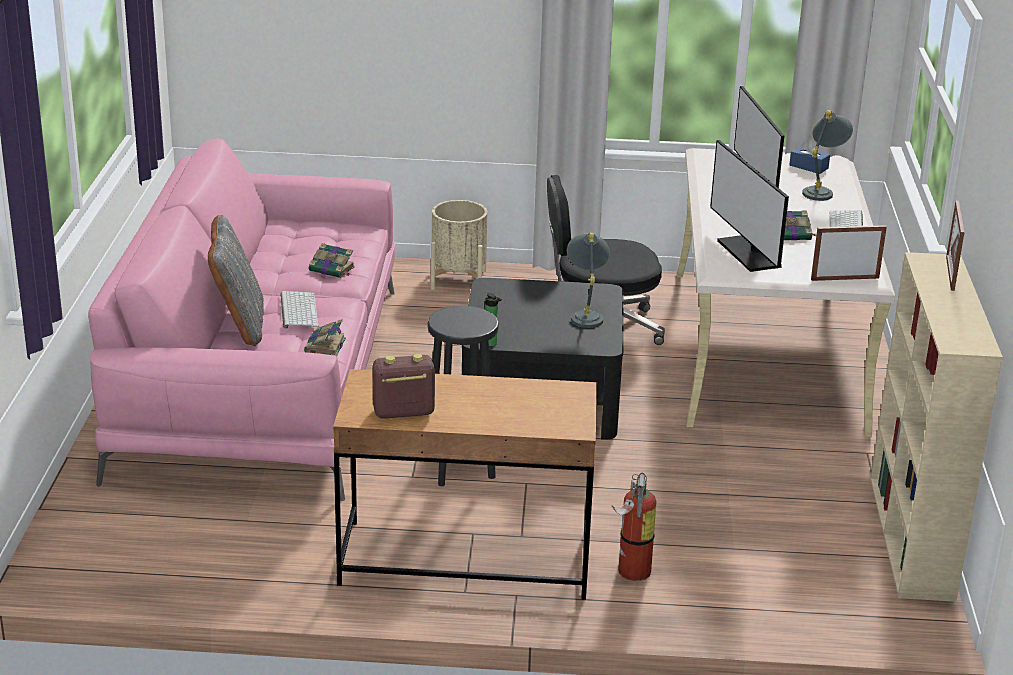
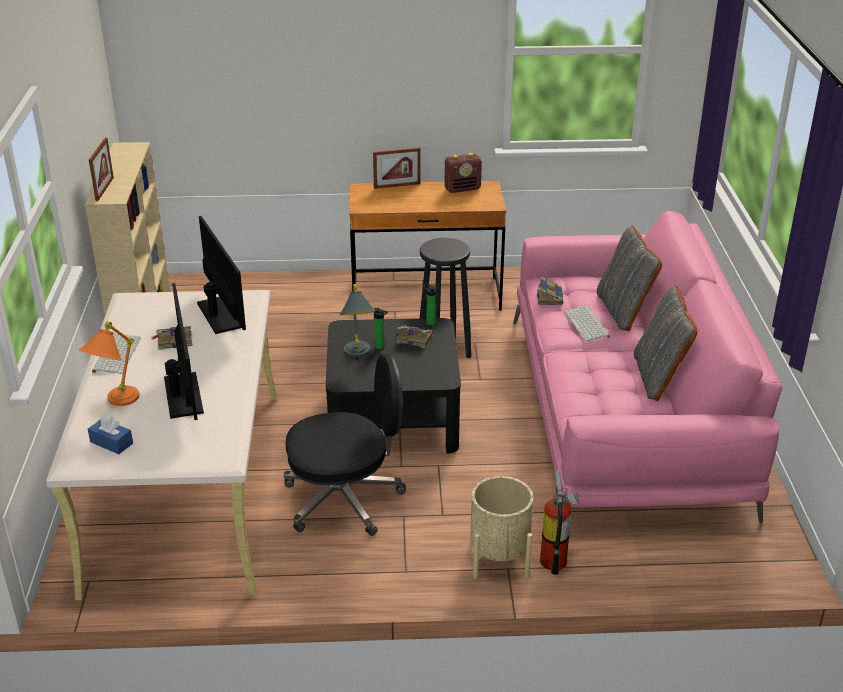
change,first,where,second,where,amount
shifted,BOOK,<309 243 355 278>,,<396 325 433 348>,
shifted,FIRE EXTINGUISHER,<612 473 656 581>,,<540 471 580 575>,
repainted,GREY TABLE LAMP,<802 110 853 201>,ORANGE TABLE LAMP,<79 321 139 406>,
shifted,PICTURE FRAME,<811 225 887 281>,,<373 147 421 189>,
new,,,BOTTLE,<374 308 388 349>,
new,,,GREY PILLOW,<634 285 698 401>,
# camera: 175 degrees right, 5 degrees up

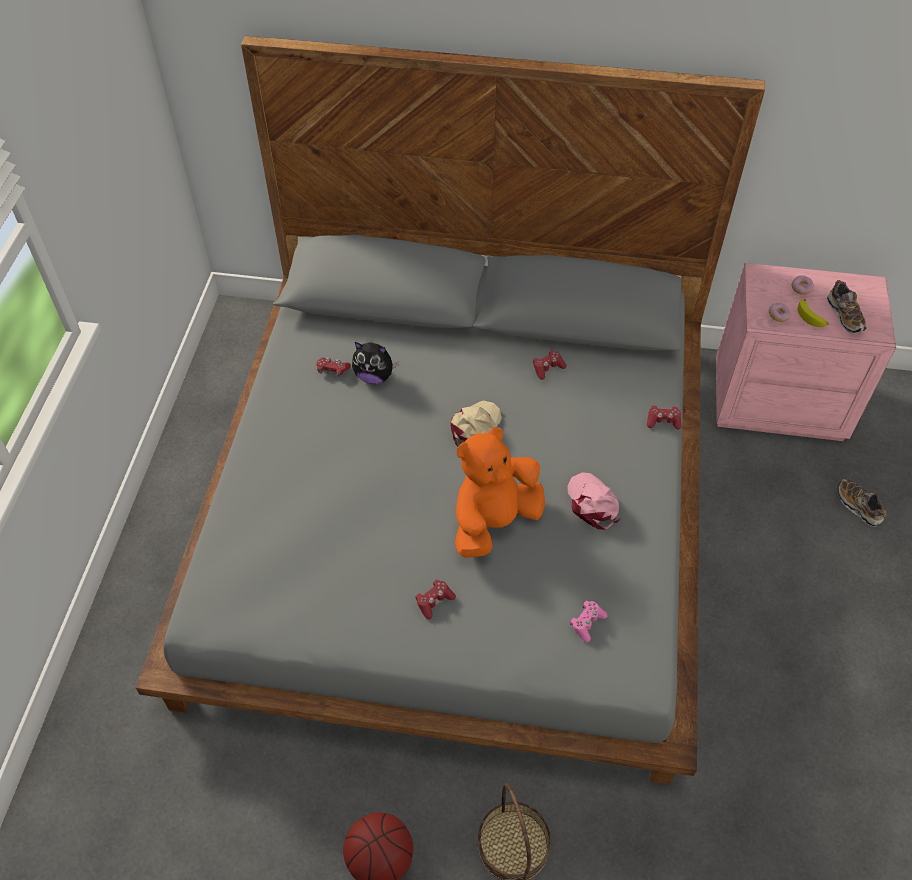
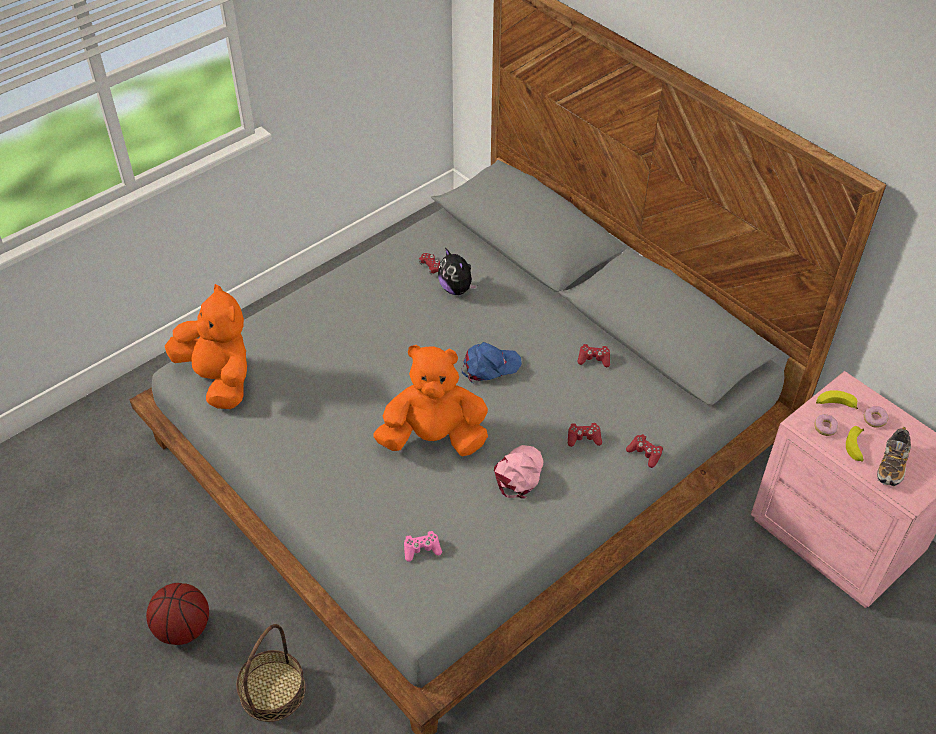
change,first,where,second,where,amount
shifted,RED GAME CONTROLLER,<416 580 456 619>,,<568 423 602 447>,
repainted,BEIGE CAP,<451 400 501 447>,BLUE CAP,<462 342 522 383>,
gone,SHOE,<837 479 887 527>,,,
new,,,ORANGE PLUSH TOY,<165 284 247 409>,
new,,,BANANA,<816 390 858 409>,
# camera: 40 degrees right, 5 degrees down

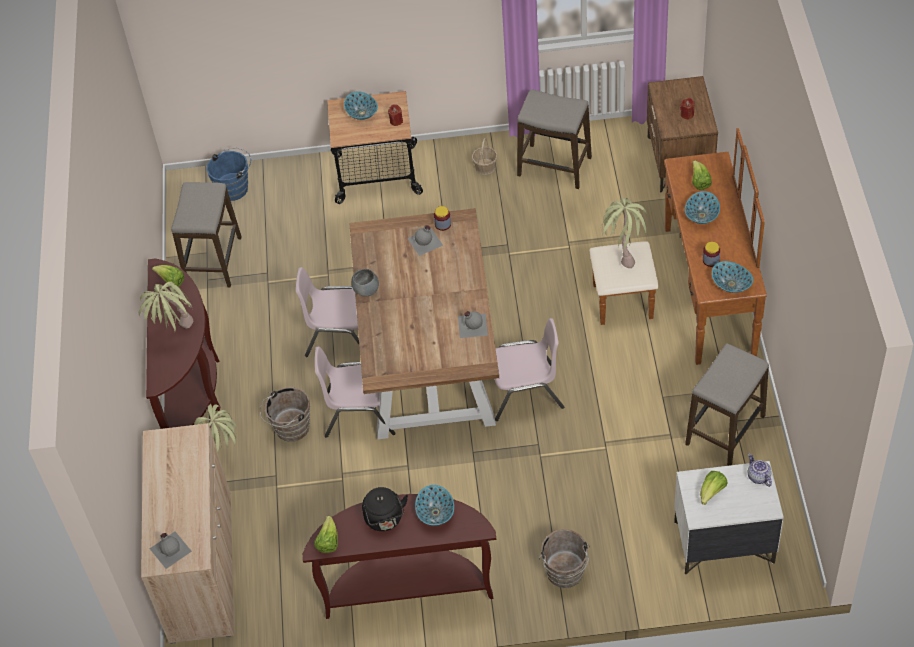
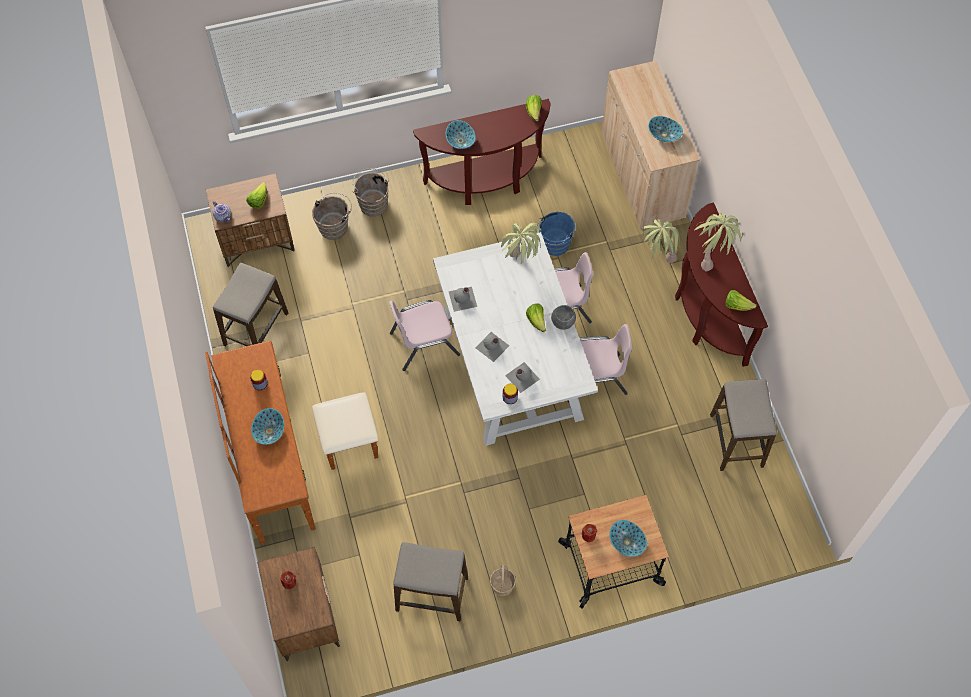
change,first,where,second,where,amount
shifted,GREY BOTTLE,<149 532 192 569>,,<475 332 509 362>,
shifted,BLUE BUCKET,<206 148 251 201>,,<536 212 575 256>,
shifted,BROWN BUCKET,<260 387 311 442>,,<312 193 352 240>,
repainted,BROWN DINING TABLE,<349 208 499 439>,WHITE DINING TABLE,<433 232 598 446>,
gone,BLACK KETTLE,<362 487 408 531>,,,
shifted,POTTED PLANT,<602 198 647 268>,,<500 223 542 264>,
repainted,WHITE NIGHTSTAND,<674 461 784 574>,BROWN NIGHTSTAND,<206 173 295 267>,
shifted,LETTUCE,<692 160 712 190>,,<526 304 546 332>,
shifted,BOWL,<712 261 753 293>,,<648 116 683 142>,
# camera: 165 degrees right, 10 degrees up

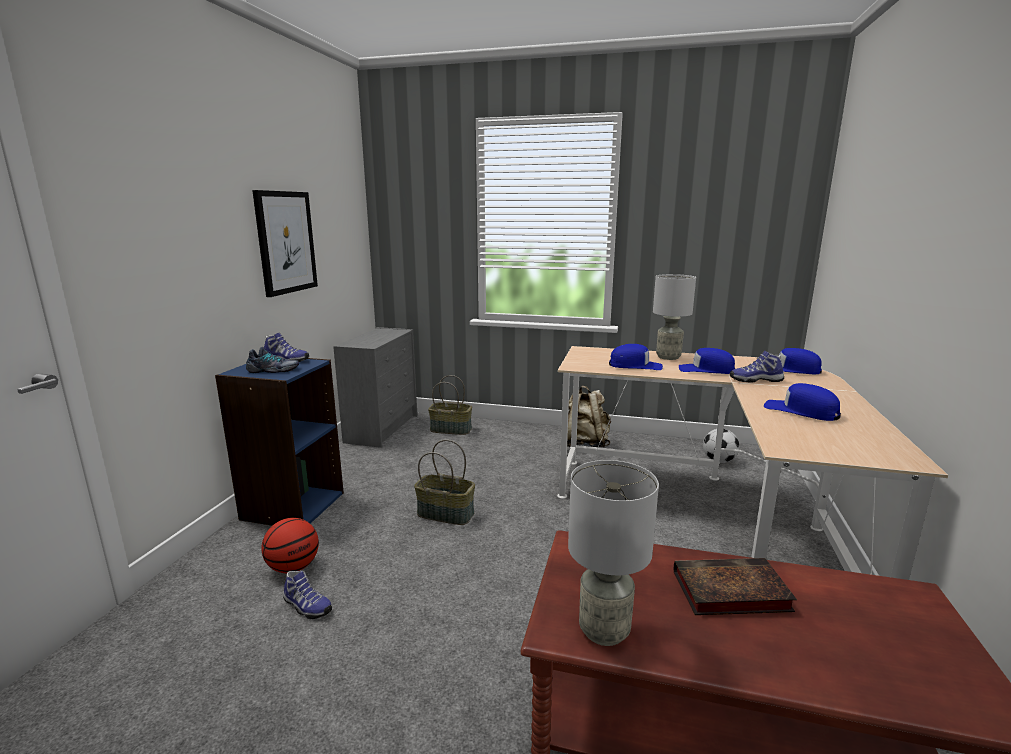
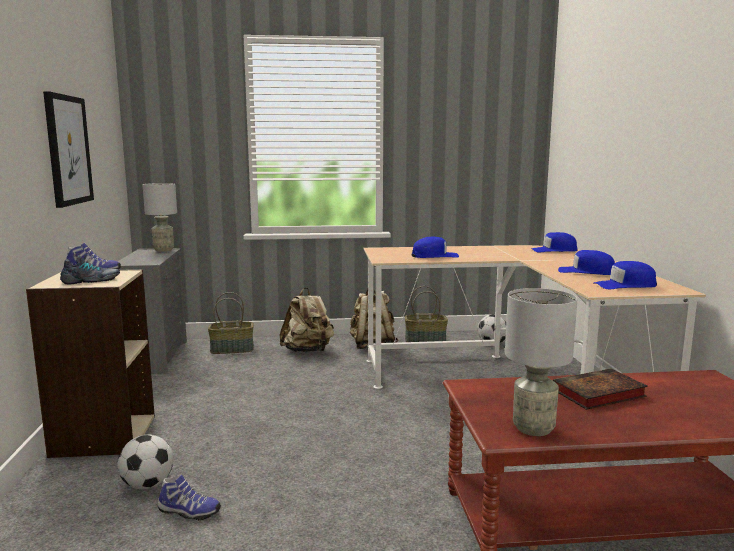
change,first,where,second,where,amount
repainted,BLUE BOOKCASE,<215 358 344 526>,BEIGE BOOKCASE,<26 269 155 458>,
swapped,BASKETBALL,<261 518 319 573>,FOOTBALL,<117 435 173 489>,
shifted,BASKET,<414 440 475 525>,,<405 286 448 342>,
shifted,GREY TABLE LAMP,<653 274 696 360>,,<142 183 177 251>,
shifted,BLUE CAP,<679 348 735 374>,,<594 261 657 289>,
gone,SHOE,<730 351 784 383>,,,
new,,,BEIGE BACKPACK,<279 287 334 352>,
# camera: 20 degrees left, 5 degrees down

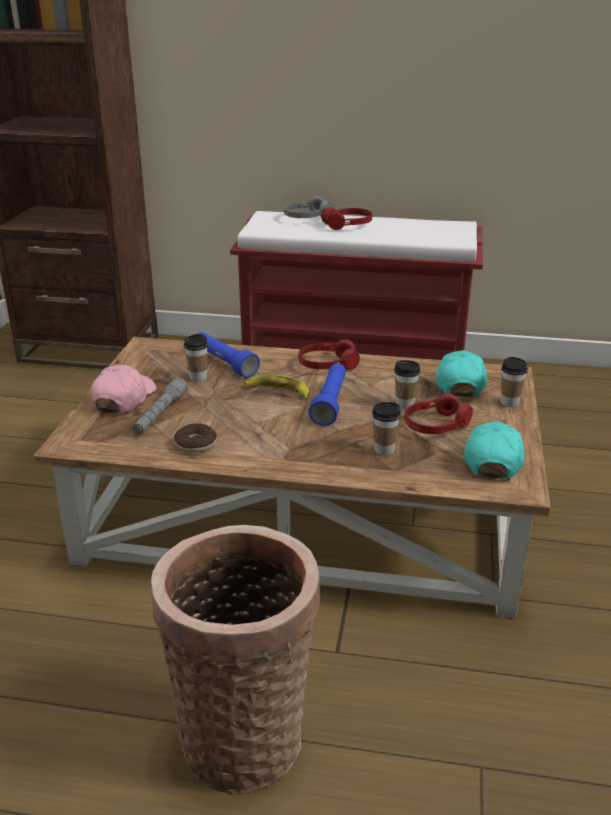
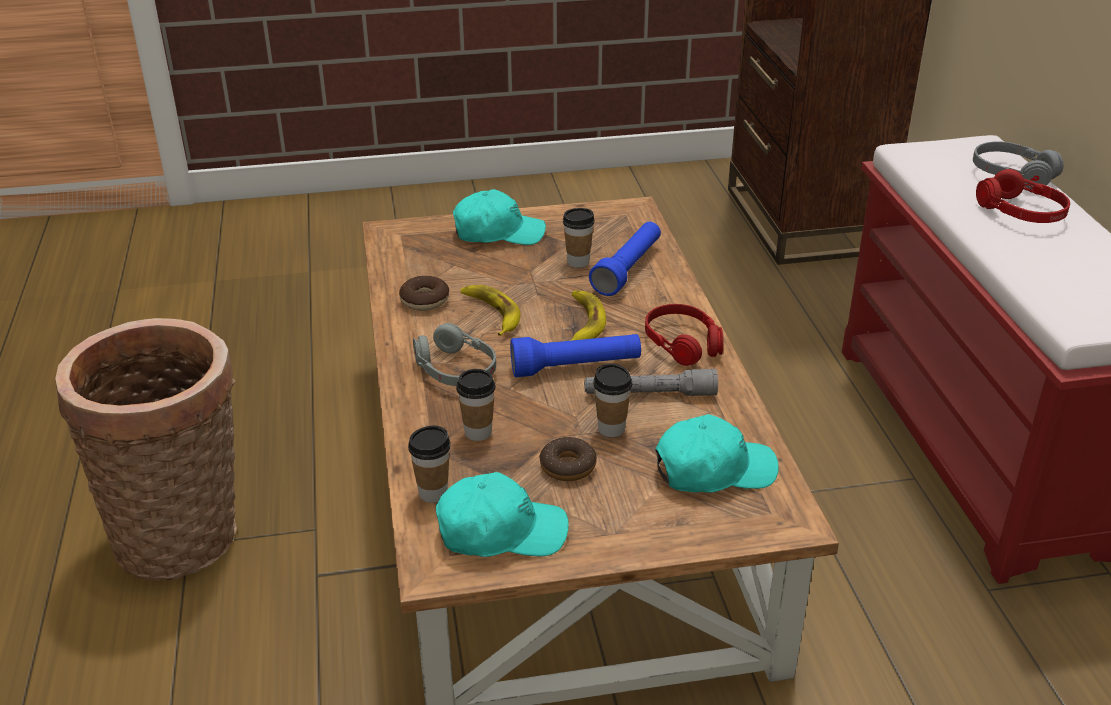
change,first,where,second,where,amount
repainted,PINK CAP,<91 365 156 413>,TURQUOISE CAP,<453 189 546 245>,
shifted,GREY FLASHLIGHT,<132 378 188 434>,,<584 369 718 396>,
swapped,RED HEADPHONES,<405 393 473 434>,DONUT,<539 437 597 481>,
shifted,CUP,<501 357 528 407>,,<408 425 450 503>,
new,,,GREY HEADPHONES,<413 323 496 386>,
new,,,BANANA,<461 285 520 336>,
# camera: 70 degrees right, 5 degrees up

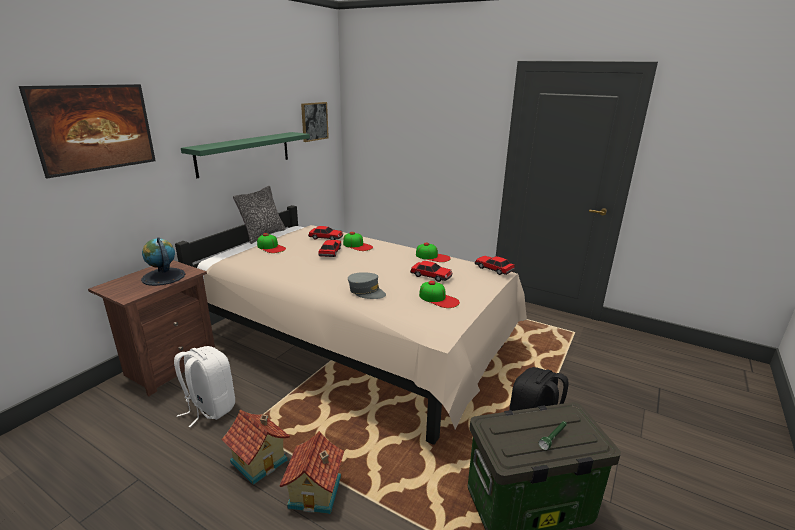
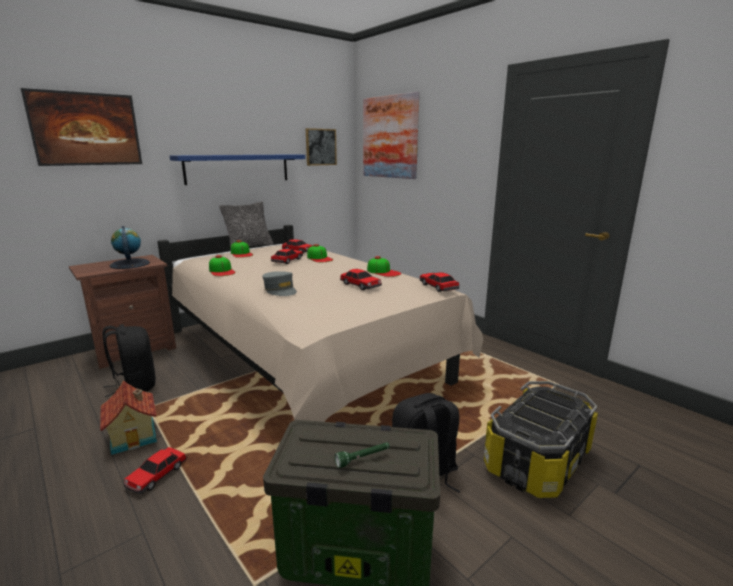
change,first,where,second,where,amount
repainted,WHITE BACKPACK,<174 346 235 427>,BLACK BACKPACK,<102 324 156 397>,
repainted,GREEN SHELF,<181 132 310 178>,BLUE SHELF,<170 154 305 185>,
swapped,TOY HOUSE,<279 431 344 514>,TOY CAR,<124 447 187 494>,
shifted,CAP,<419 281 460 308>,,<209 255 236 276>,
new,,,PICTURE,<363 92 419 179>,
new,,,STORAGE BOX,<484 381 598 498>,
# camera: 20 degrees right, 5 degrees down

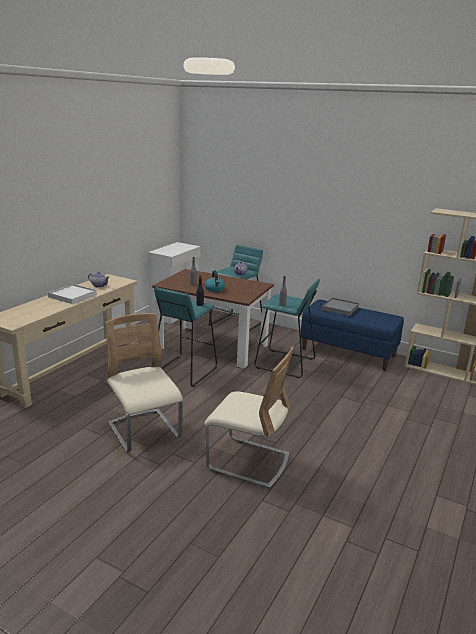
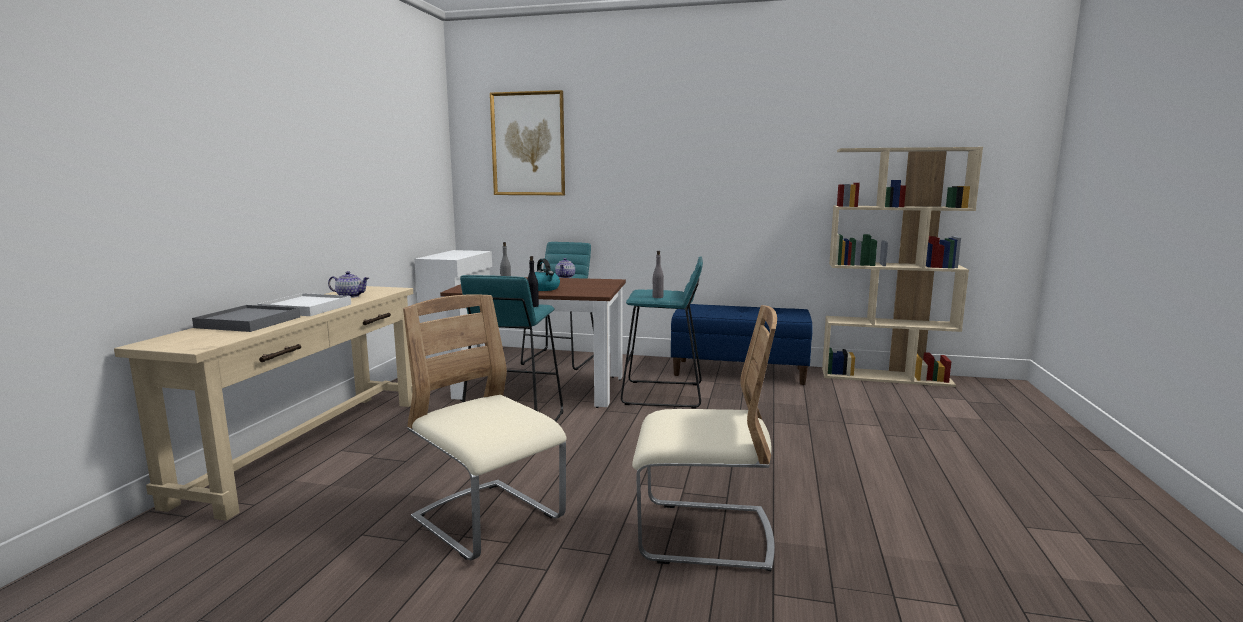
change,first,where,second,where,amount
shifted,GREY TRAY,<322 298 359 316>,,<192 305 300 332>,
new,,,PICTURE,<490 90 565 195>,
# camera: 15 degrees left, 10 degrees down

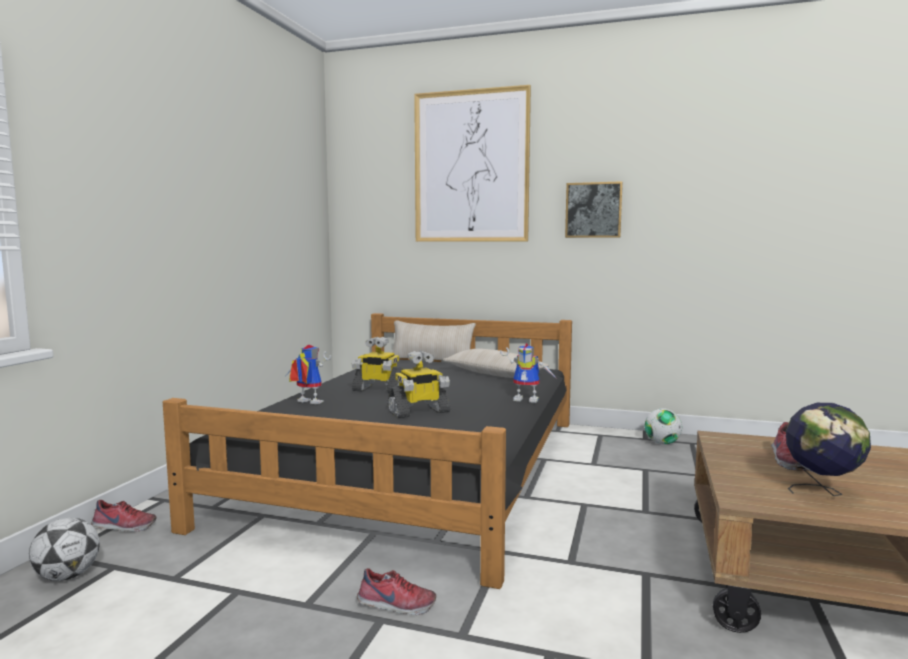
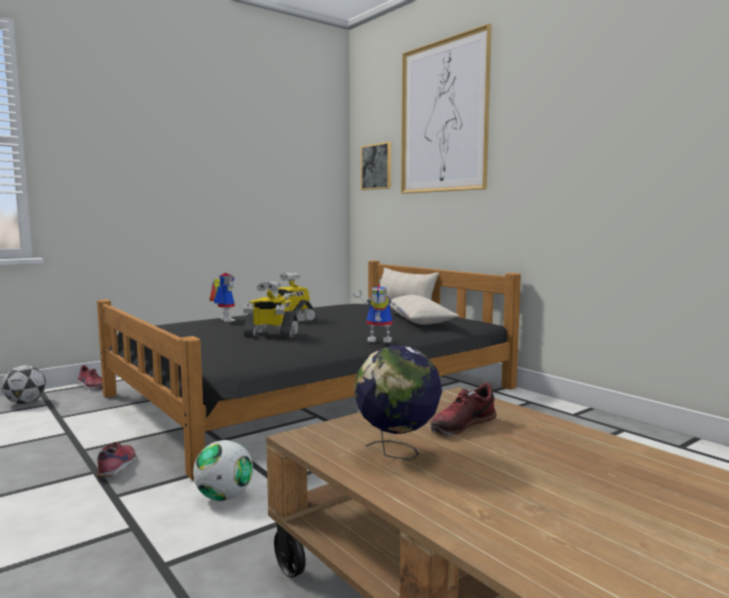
change,first,where,second,where,amount
rotated,SHOE,<357 568 436 615>,,<97 442 137 478>,135 degrees counterclockwise
rotated,TOY ROBOT,<500 343 558 403>,,<353 284 409 343>,45 degrees counterclockwise
shifted,PICTURE,<565 181 623 238>,,<361 142 391 190>,
shifted,FOOTBALL,<644 408 682 445>,,<193 440 253 501>,
# camera: 35 degrees right, 0 degrees up

